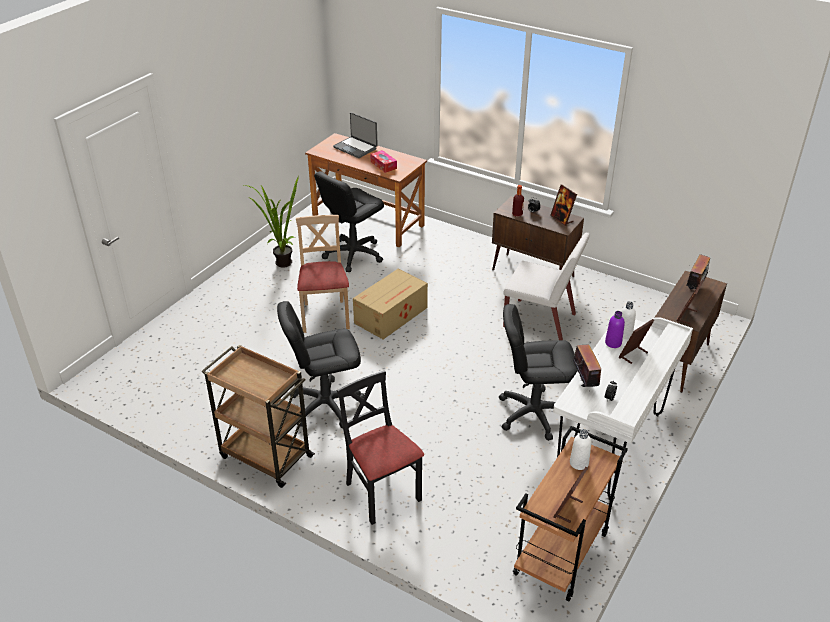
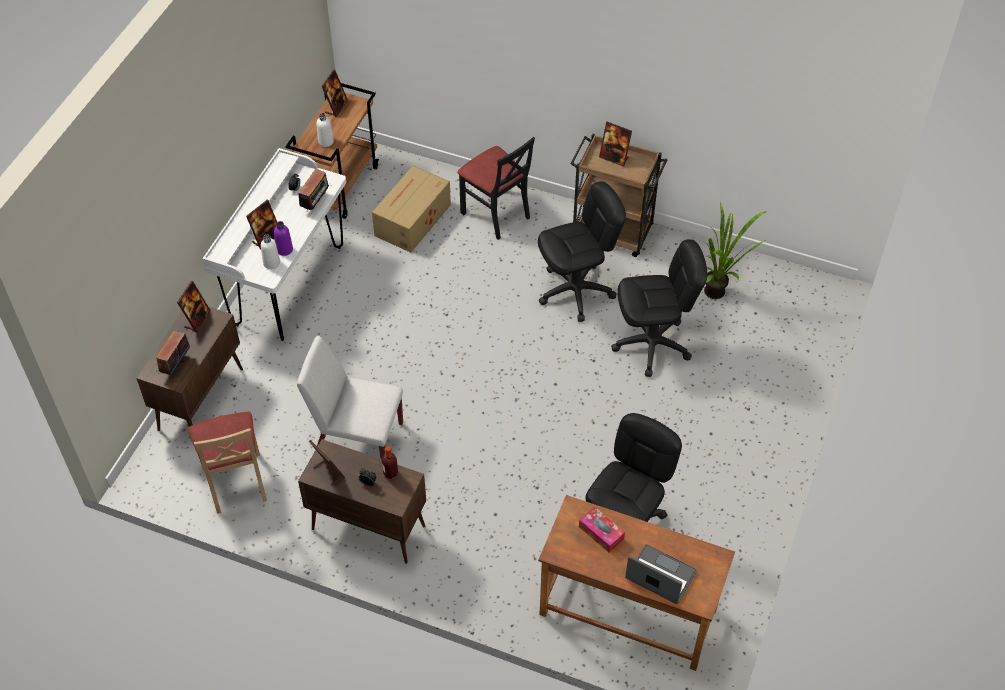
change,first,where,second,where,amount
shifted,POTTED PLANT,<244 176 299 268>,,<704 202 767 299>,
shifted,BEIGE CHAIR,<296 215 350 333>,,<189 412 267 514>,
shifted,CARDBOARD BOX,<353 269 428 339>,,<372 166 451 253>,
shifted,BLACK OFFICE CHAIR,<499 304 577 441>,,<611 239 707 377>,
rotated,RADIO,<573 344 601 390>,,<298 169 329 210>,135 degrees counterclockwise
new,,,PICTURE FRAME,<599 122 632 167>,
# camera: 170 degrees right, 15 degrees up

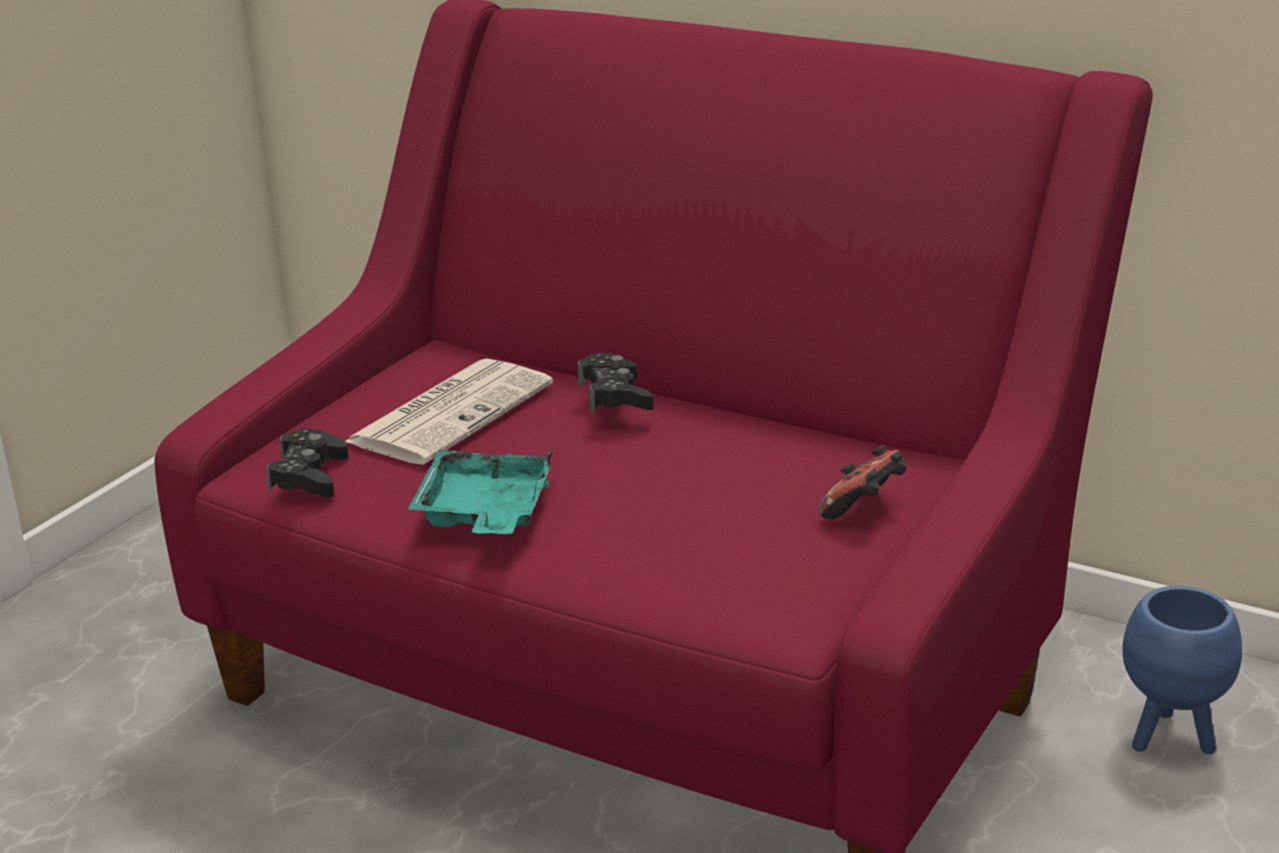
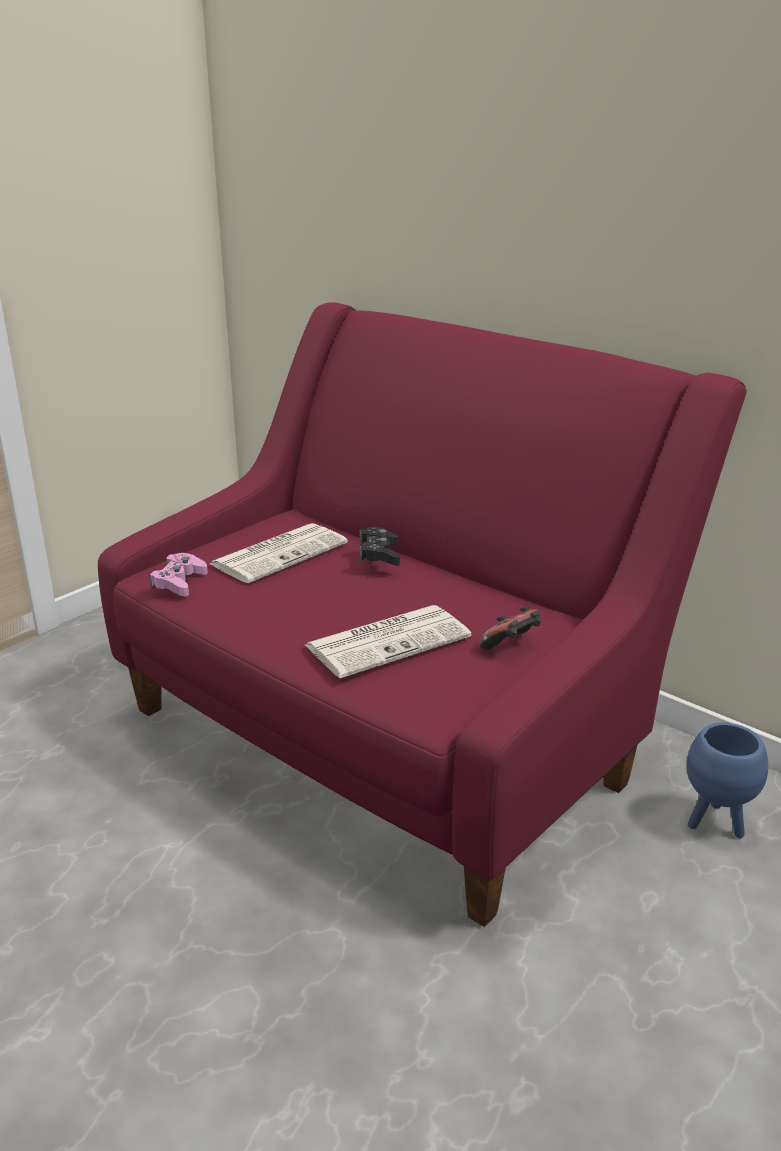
change,first,where,second,where,amount
repainted,BLACK GAME CONTROLLER,<266 428 349 497>,PINK GAME CONTROLLER,<150 553 208 597>,
gone,TURQUOISE TRAY,<408 447 553 534>,,,
new,,,NEWSPAPER,<305 605 471 678>,
# camera: 10 degrees right, 0 degrees up

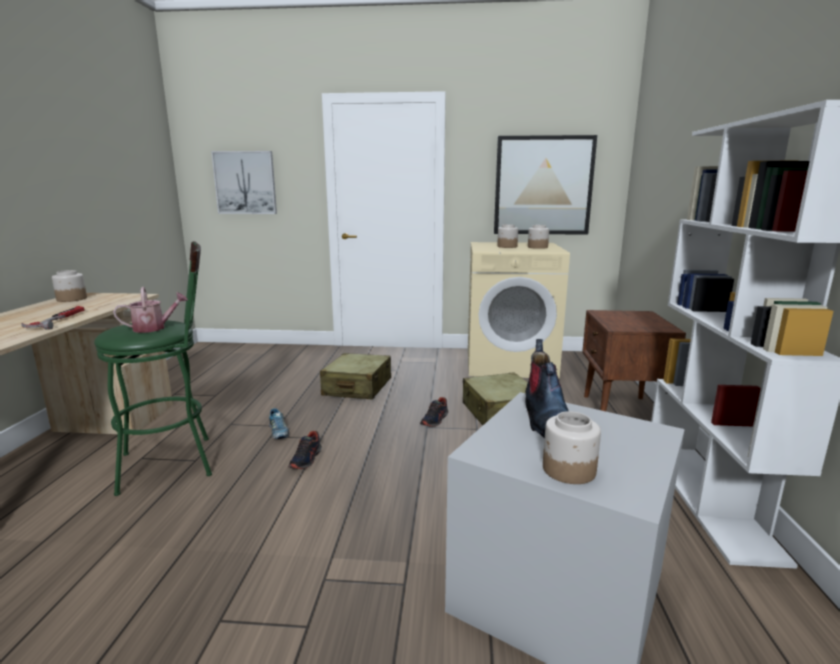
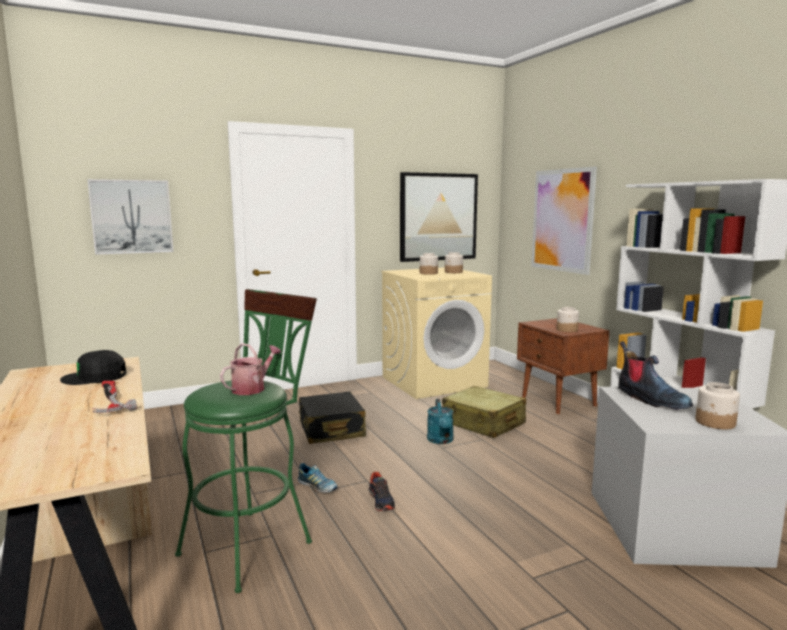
change,first,where,second,where,amount
shifted,JAR,<52 270 87 302>,,<557 307 579 332>,
repainted,BEIGE SUITCASE,<320 353 391 399>,BLACK SUITCASE,<299 391 366 444>,
swapped,SHOE,<420 397 448 427>,TURQUOISE WATERING CAN,<427 399 454 444>,
new,,,BLACK CAP,<60 350 126 385>,
new,,,PICTURE,<532 167 597 275>,
# camera: 30 degrees left, 5 degrees down

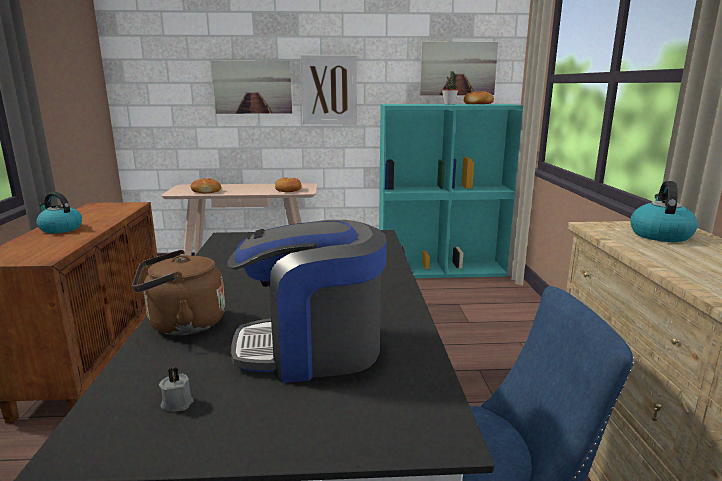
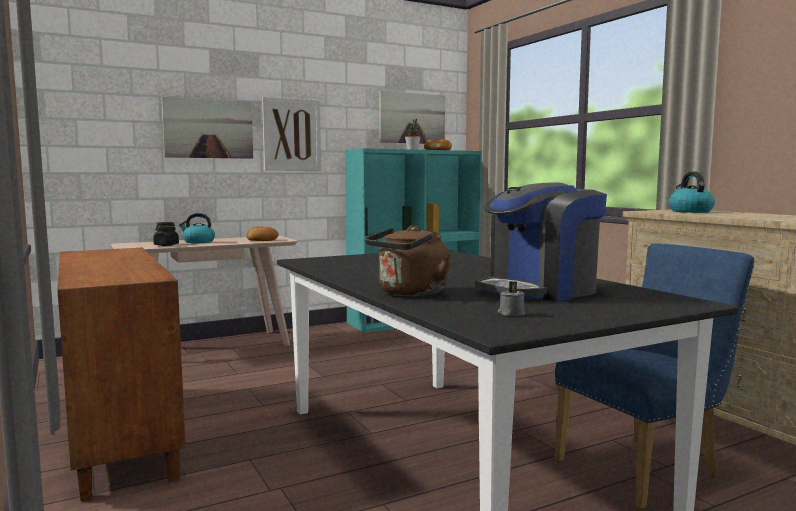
change,first,where,second,where,amount
shifted,KETTLE,<36 192 82 233>,,<179 213 215 243>,
swapped,BREAD,<190 178 221 193>,BLACK JAR,<153 222 179 246>,
# camera: 25 degrees left, 10 degrees down

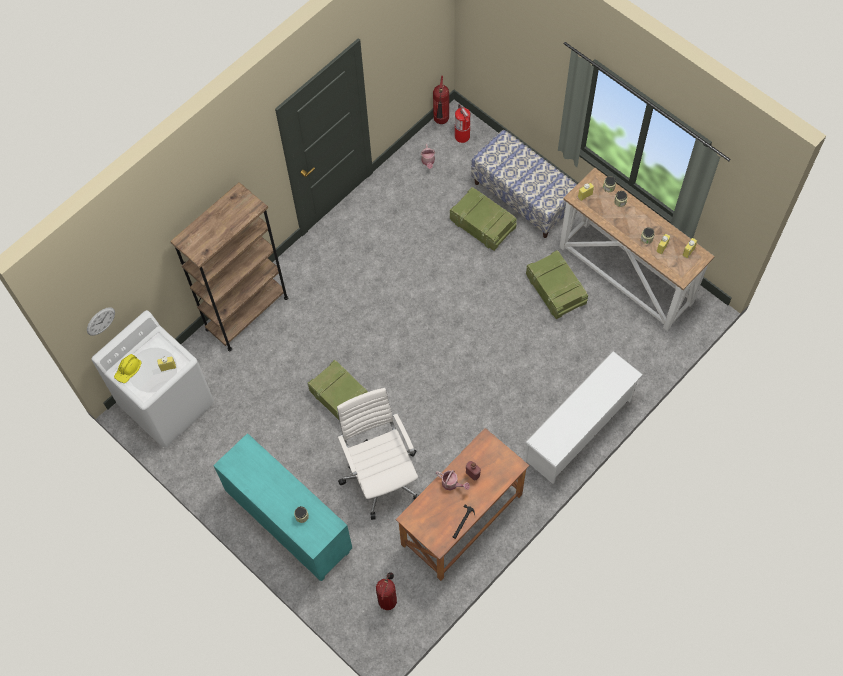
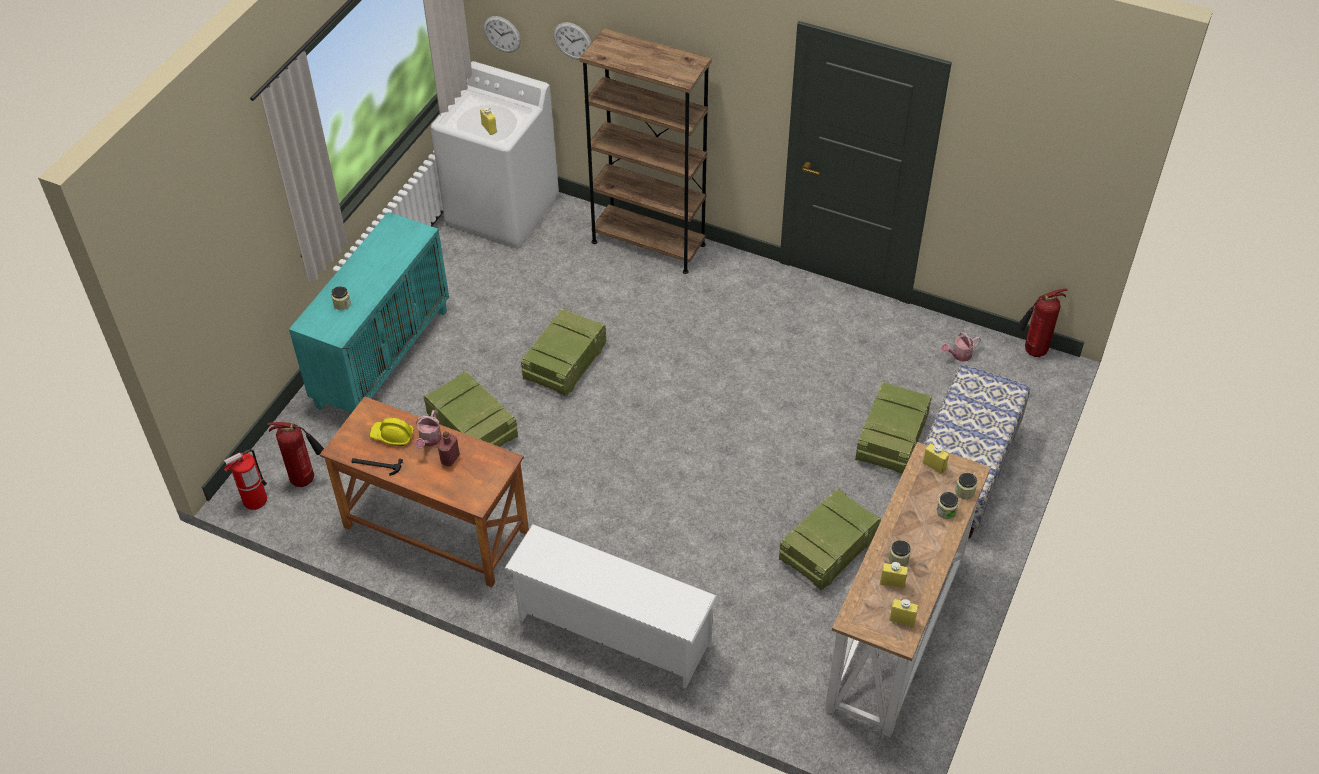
change,first,where,second,where,amount
shifted,YELLOW HARD HAT,<114 354 142 383>,,<370 418 414 446>,
swapped,WHITE OFFICE CHAIR,<337 388 419 520>,CRATE,<424 371 518 447>,
shifted,FIRE EXTINGUISHER,<455 104 471 143>,,<223 449 267 510>,
new,,,WALL CLOCK,<554 22 592 60>,
# camera: 70 degrees right, 15 degrees down

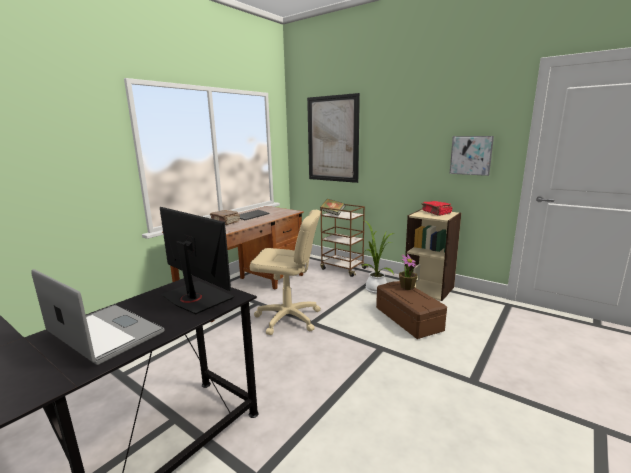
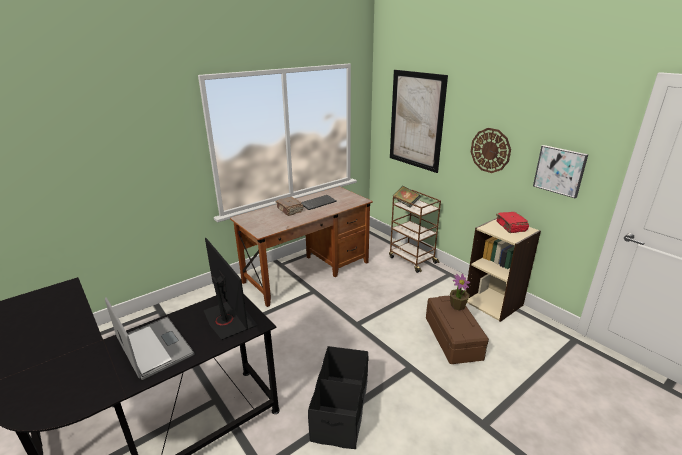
change,first,where,second,where,amount
gone,BEIGE OFFICE CHAIR,<250 210 321 335>,,,
gone,POTTED PLANT,<362 220 394 294>,,,
new,,,BLACK STORAGE BOX,<308 346 368 449>,
new,,,WALL CLOCK,<471 128 511 173>,
# camera: 15 degrees right, 10 degrees up

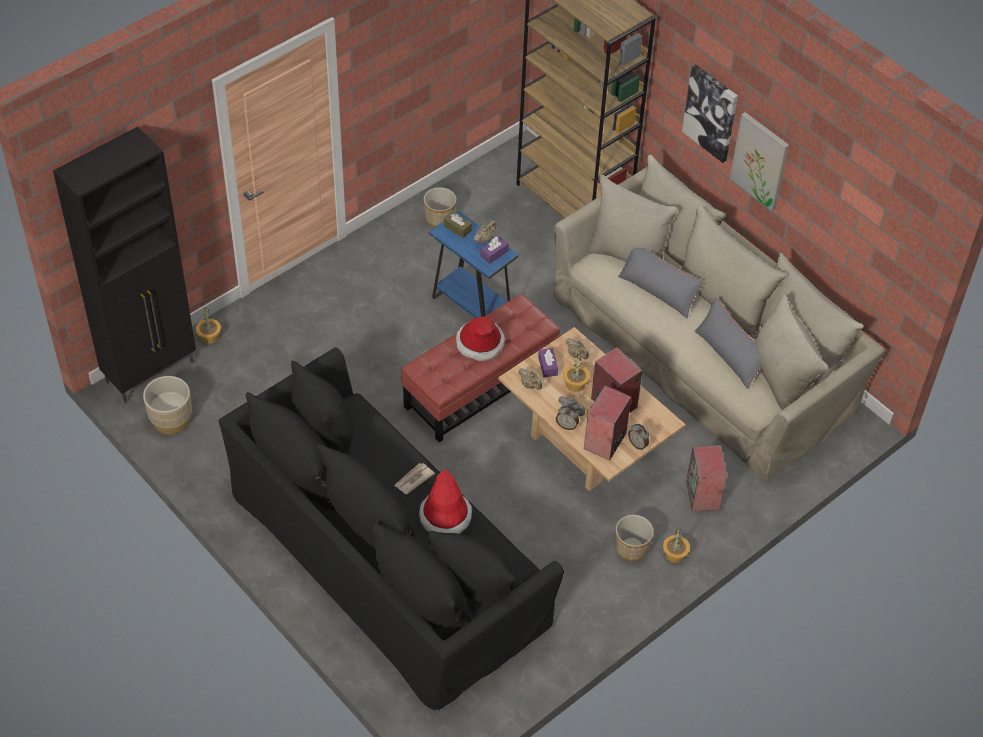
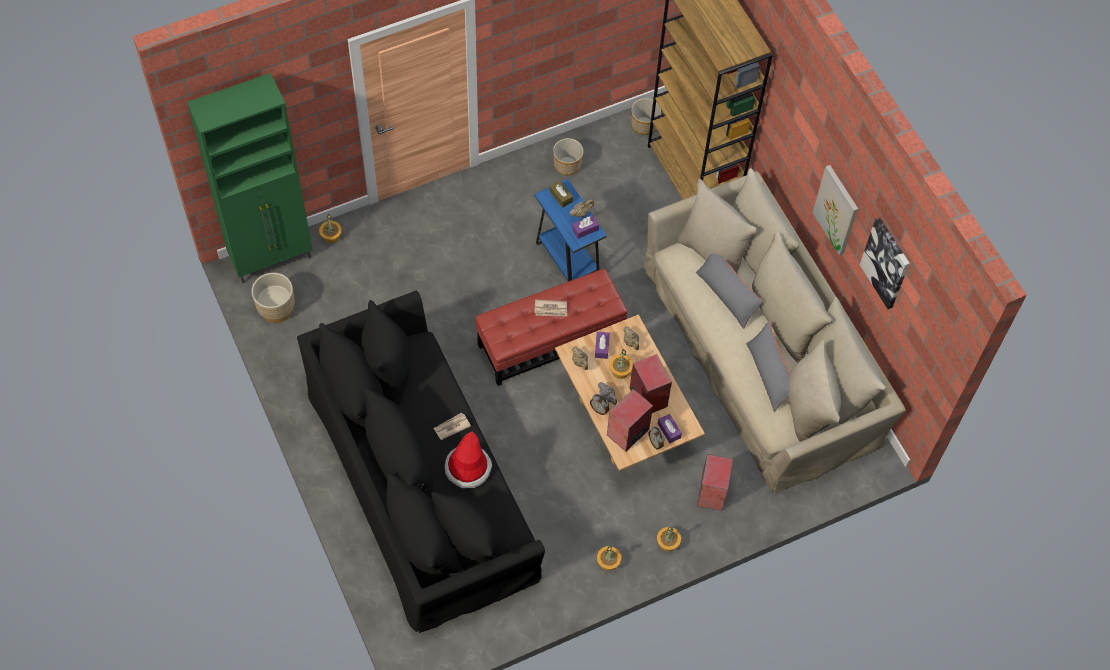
change,first,where,second,where,amount
repainted,BLACK CABINET,<53 127 196 403>,GREEN CABINET,<187 73 313 283>,
swapped,HAT,<456 317 505 361>,NEWSPAPER,<534 300 567 316>,
shifted,PLANTER,<615 515 654 561>,,<631 98 661 135>,
shifted,PICTURE,<682 64 738 163>,,<859 217 910 309>,
new,,,POTTED PLANT,<597 546 621 571>,
new,,,PURPLE TISSUE BOX,<658 414 682 443>,
# camera: 15 degrees right, 10 degrees up

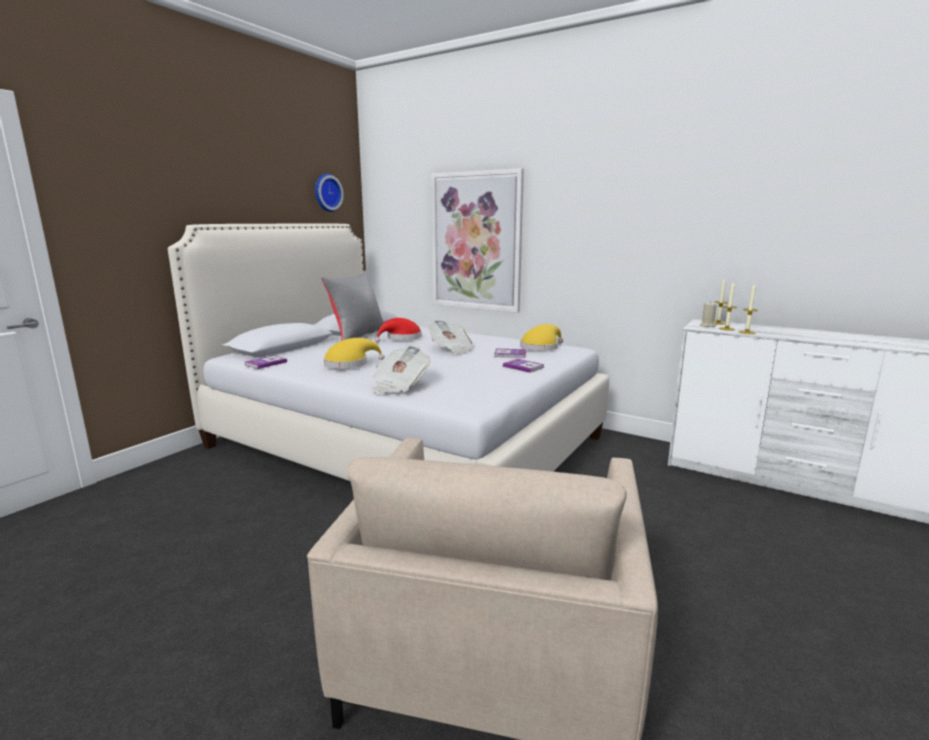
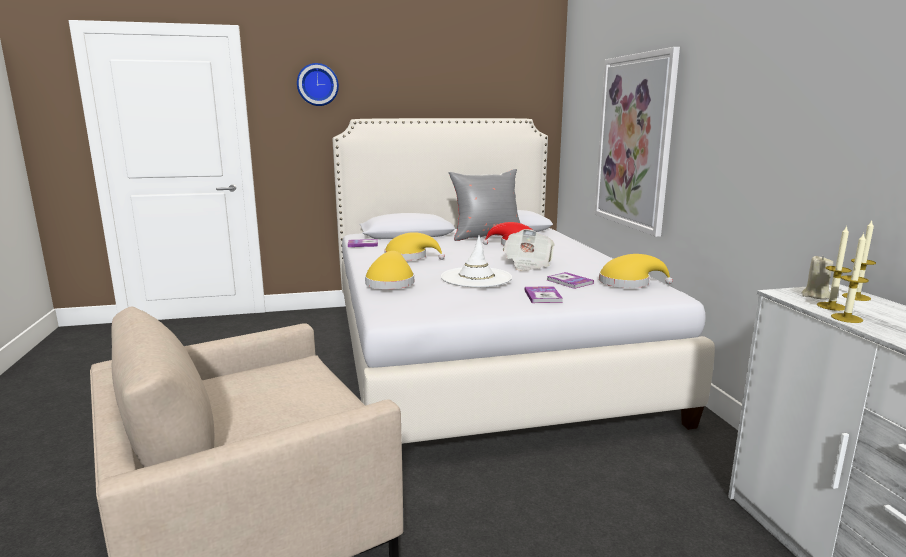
change,first,where,second,where,amount
shifted,WALL CLOCK,<315 174 344 212>,,<297 63 339 106>,
swapped,NEWSPAPER,<372 346 430 393>,YELLOW HAT,<365 251 414 289>,
new,,,WHITE HAT,<441 236 512 287>,
# camera: 45 degrees right, 0 degrees up

